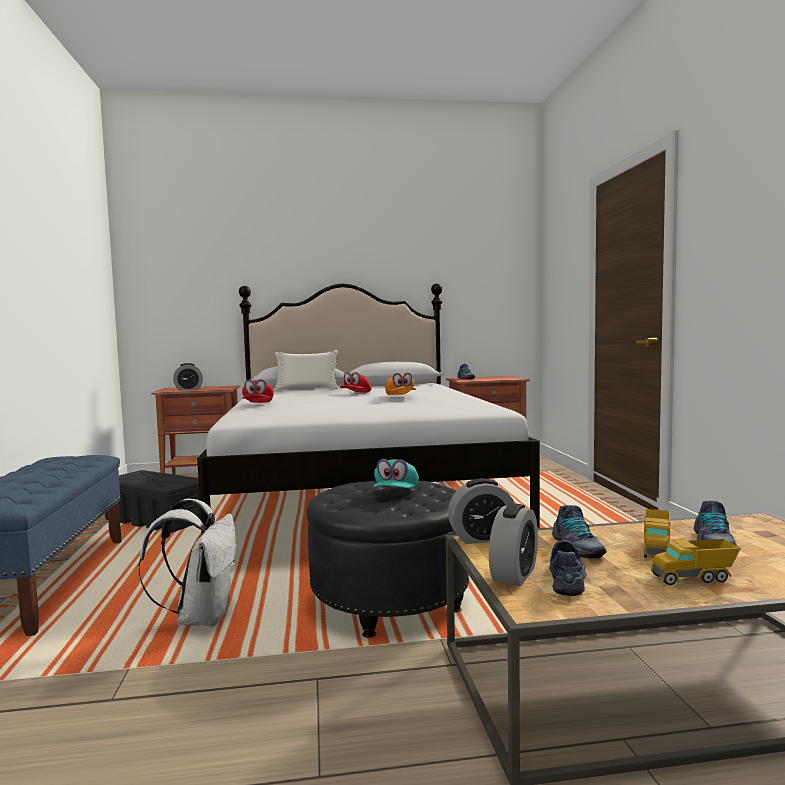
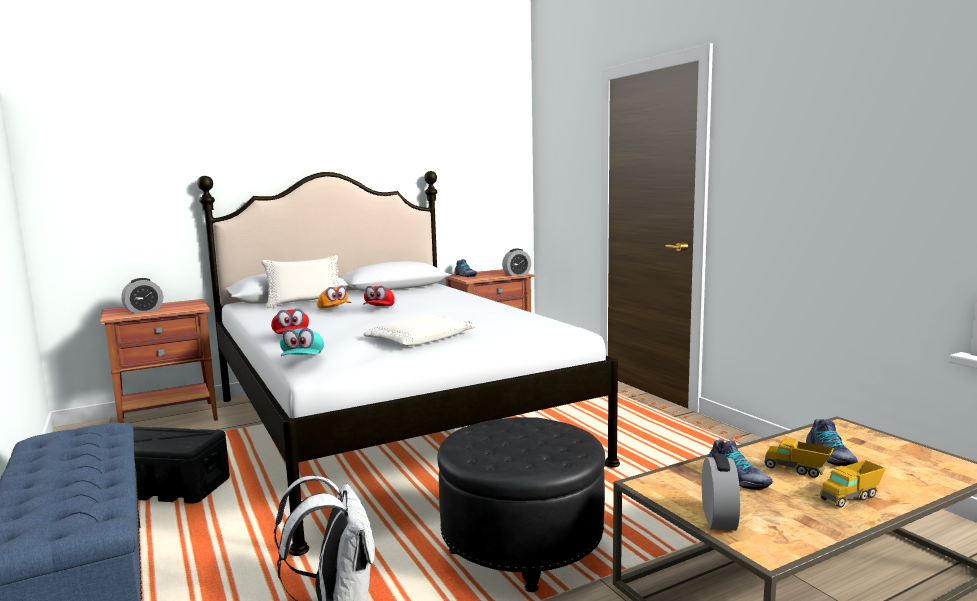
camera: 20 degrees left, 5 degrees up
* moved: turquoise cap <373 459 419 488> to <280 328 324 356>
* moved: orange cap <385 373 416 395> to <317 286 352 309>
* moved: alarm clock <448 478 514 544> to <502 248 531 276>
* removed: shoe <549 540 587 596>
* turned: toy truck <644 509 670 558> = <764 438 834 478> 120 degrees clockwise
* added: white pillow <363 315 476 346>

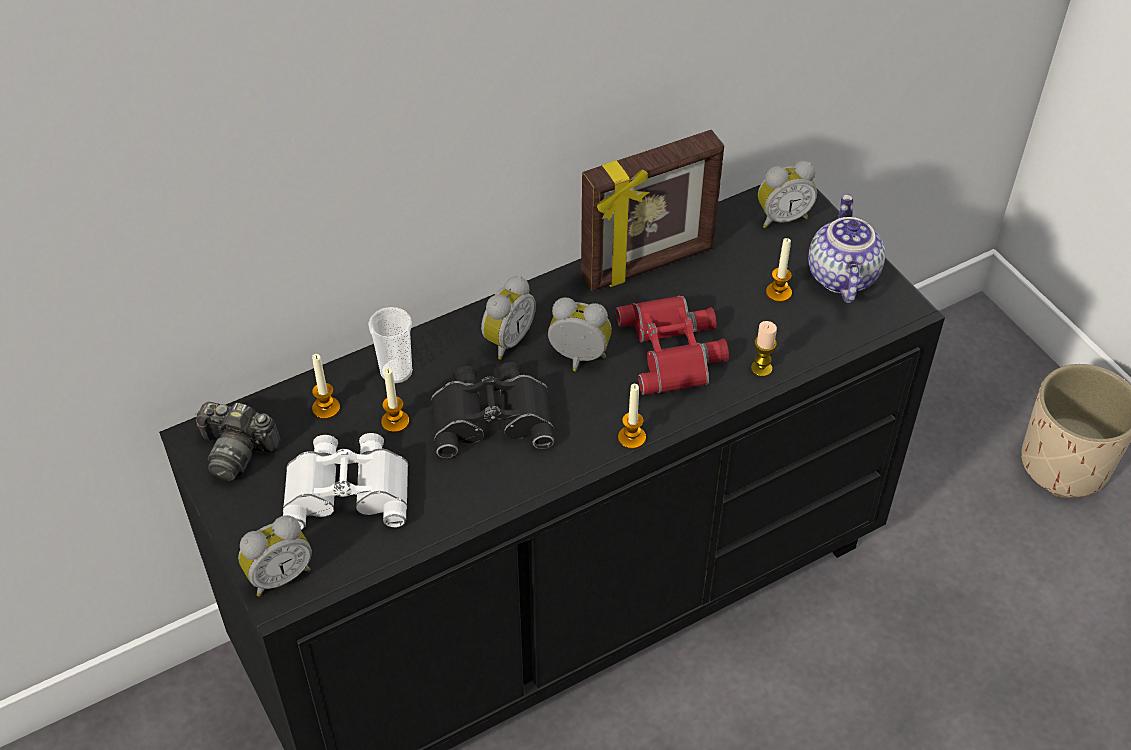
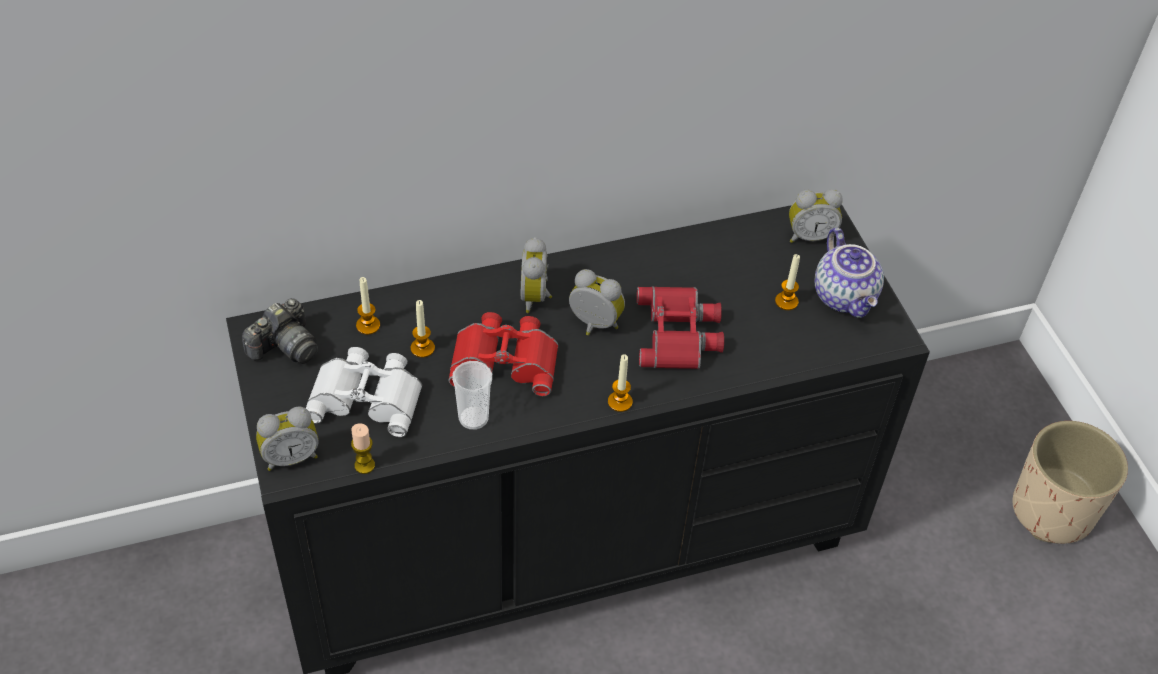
camera: 10 degrees right, 0 degrees up
* turned: photo camera <195 402 281 481> = <242 298 318 364> 75 degrees counterclockwise
* moved: cup <368 307 413 383> to <452 361 492 430>
* recoloured: black binoculars <431 362 554 458> to red binoculars <448 312 558 396>
* turned: alarm clock <481 276 536 360> = <521 237 552 313> 135 degrees clockwise
* removed: picture frame <581 130 724 291>
* moved: candle <751 321 777 377> to <351 423 375 474>
* turned: teapot <808 194 885 303> = <814 228 884 318> 150 degrees clockwise

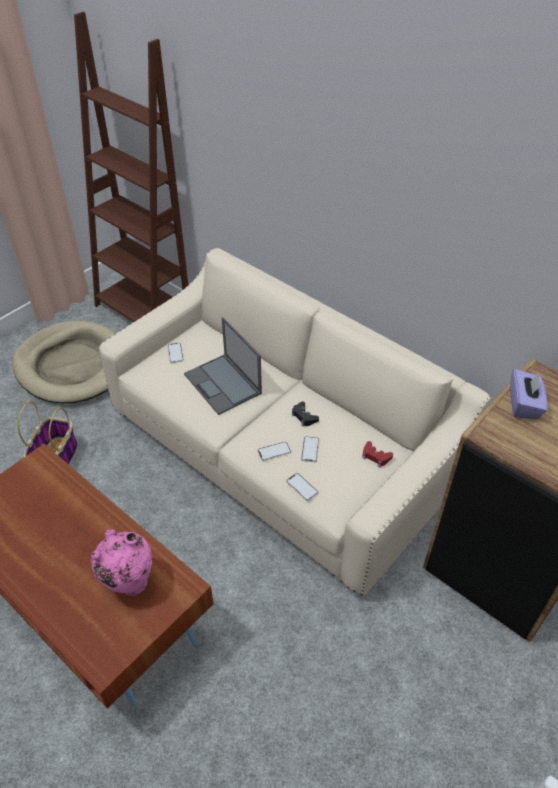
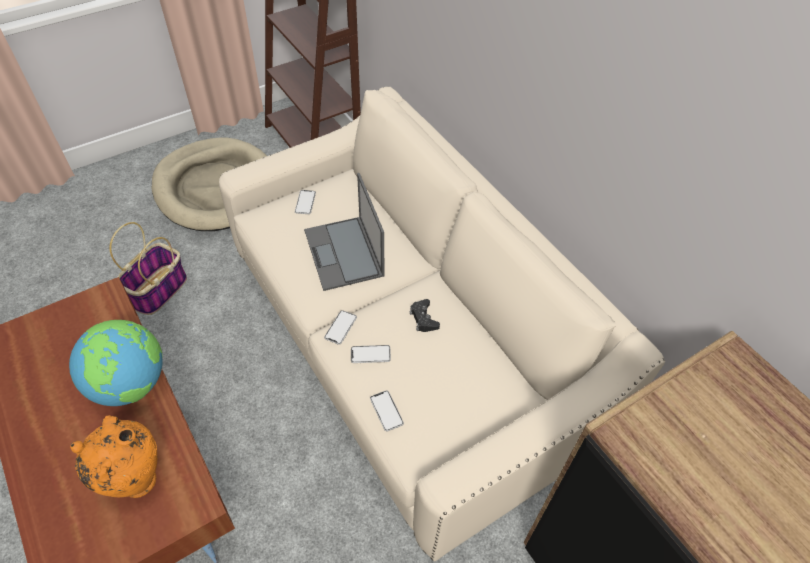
camera: 15 degrees right, 5 degrees up
* recoloured: pink vase <91 529 152 596> to orange vase <70 415 157 498>
* moved: phone <301 436 319 462> to <324 310 357 345>
* removed: red game controller <363 441 393 467>
* removed: purple tissue box <510 369 548 419>
* added: globe <69 320 163 406>

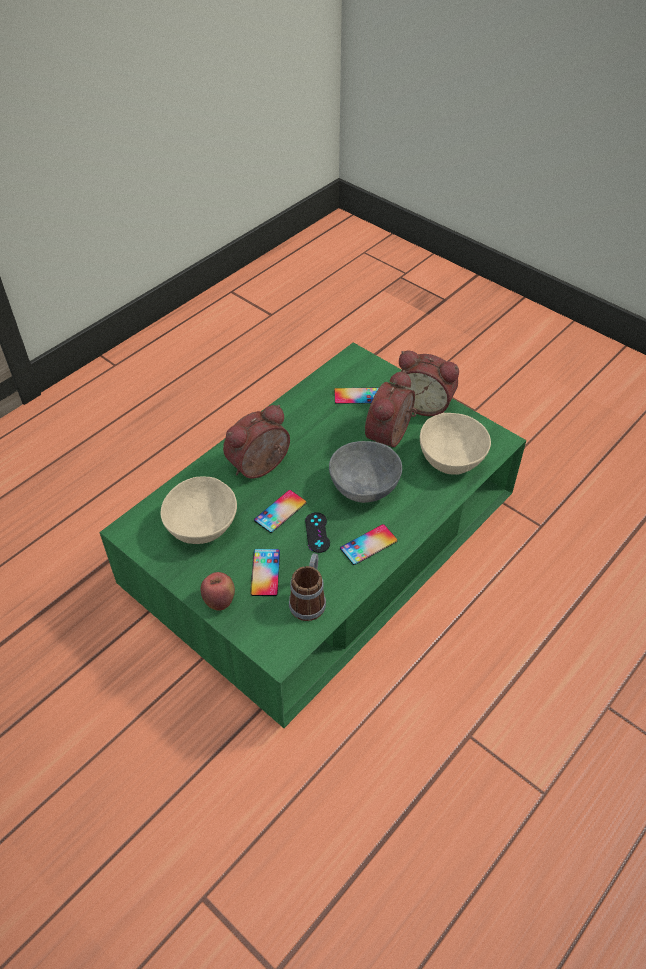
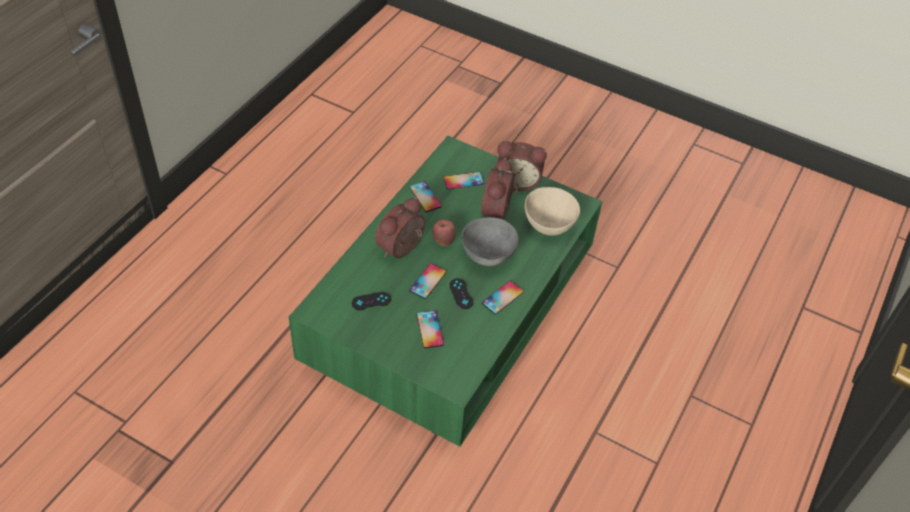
camera: 15 degrees left, 0 degrees up
* replaced: beige bowl <160 476 237 544> to black game controller <352 292 391 310>
* moved: apple <201 572 235 611> to <432 219 456 246>
* removed: mug <289 553 326 621>
* added: phone <409 181 442 212>

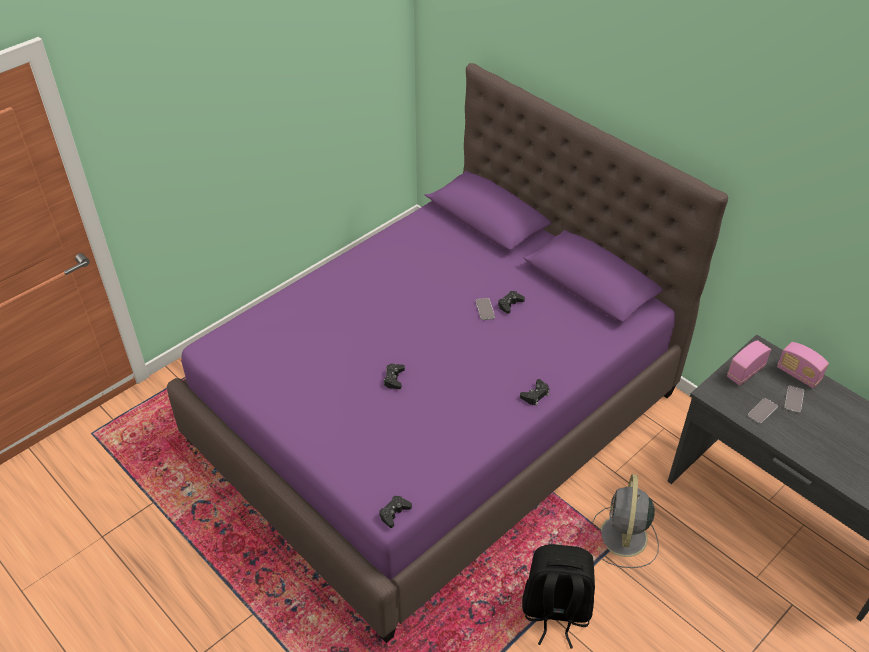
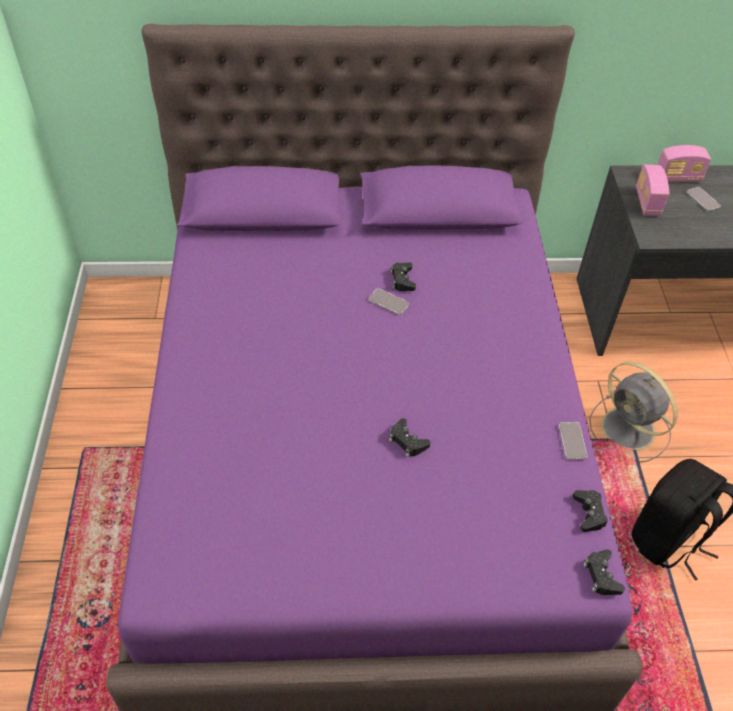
camera: 50 degrees left, 5 degrees up
* moved: black game controller <520 379 550 406> to <573 490 608 532>
* moved: phone <748 398 778 424> to <559 422 587 460>

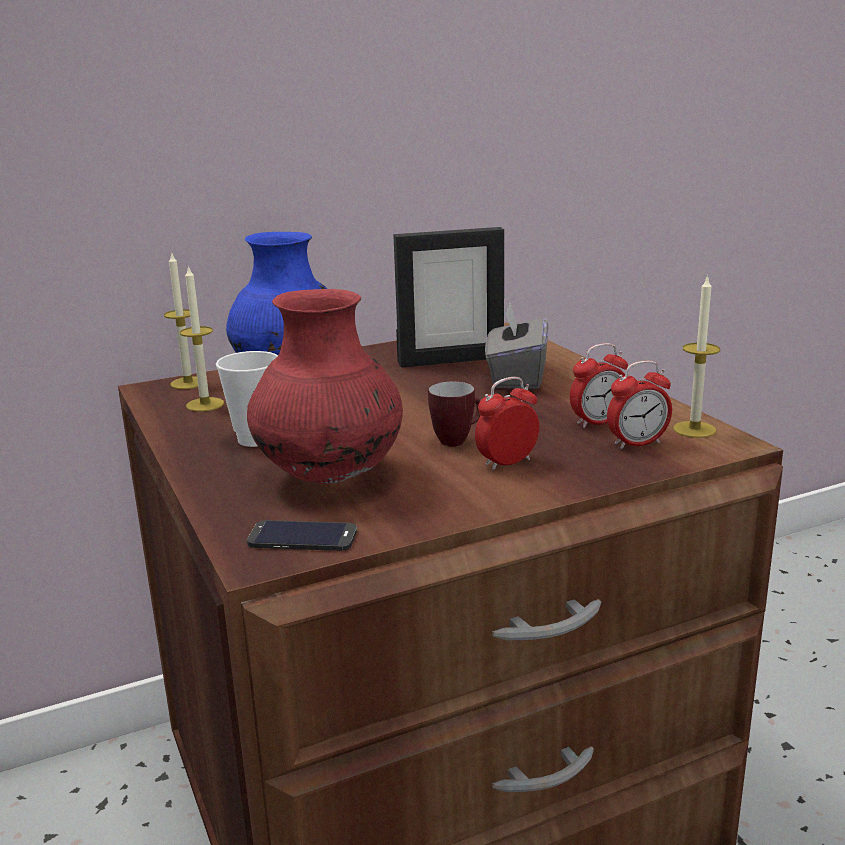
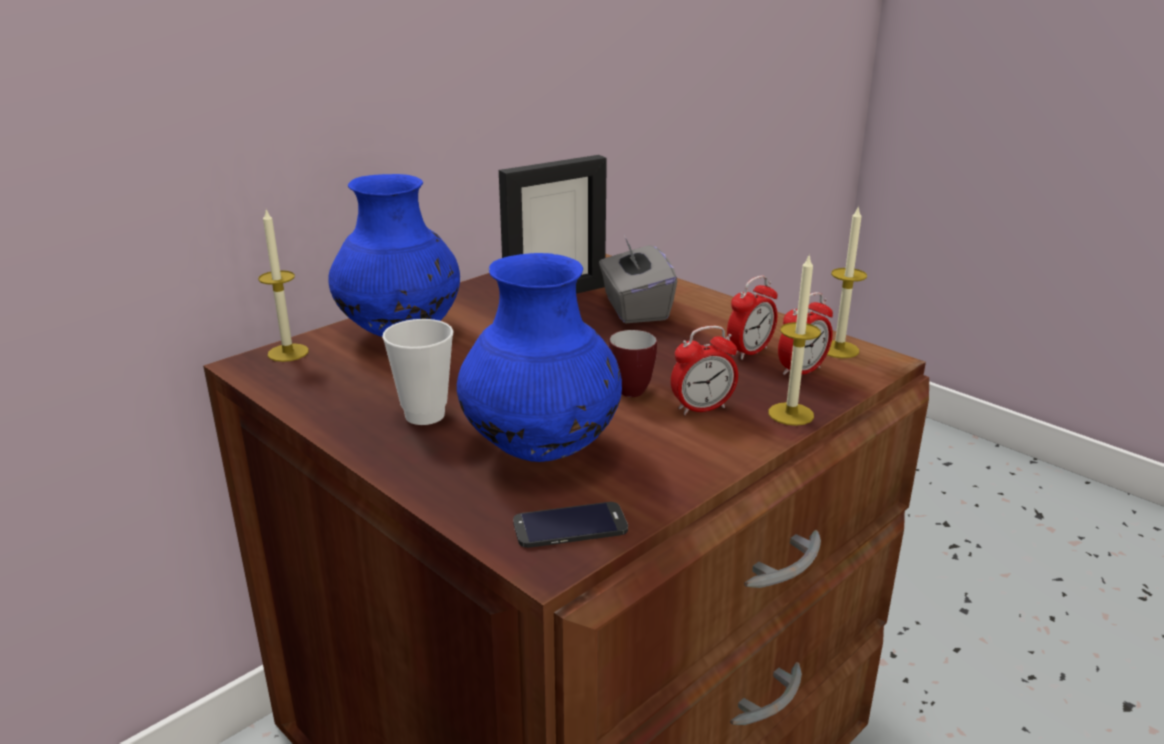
camera: 20 degrees left, 5 degrees up
* moved: candle <180 265 224 412> to <769 253 821 426>
* recoloured: red vase <247 289 403 484> to blue vase <457 253 622 462>
* turned: alarm clock <475 377 539 470> = <671 326 738 415> 150 degrees counterclockwise

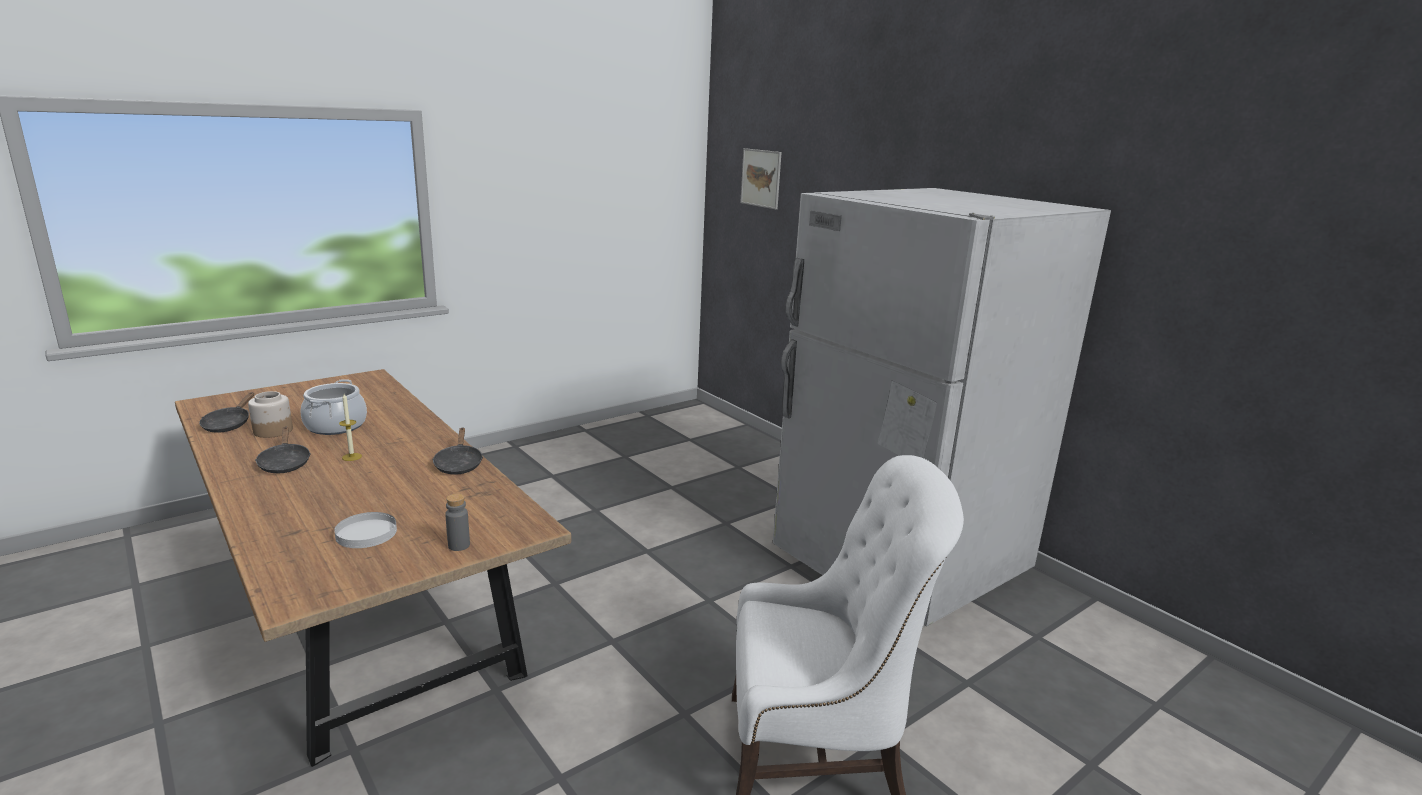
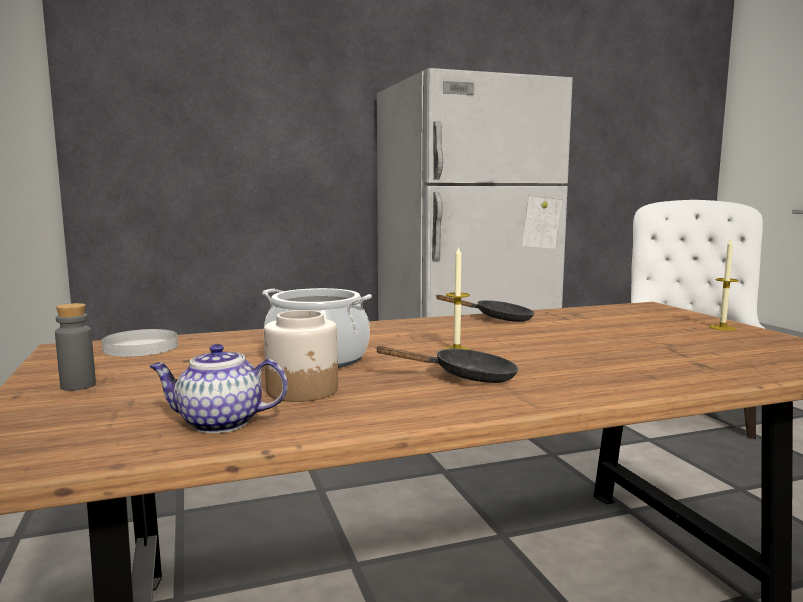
camera: 70 degrees left, 10 degrees down
* replaced: black frying pan <199 392 254 433> to teapot <149 344 288 433>
* moved: white plate <334 512 397 548> to <101 329 178 357>
* moved: grey bottle <445 494 470 551> to <55 303 96 391>
* removed: picture <740 148 782 209>
* added: candle <709 239 739 331>

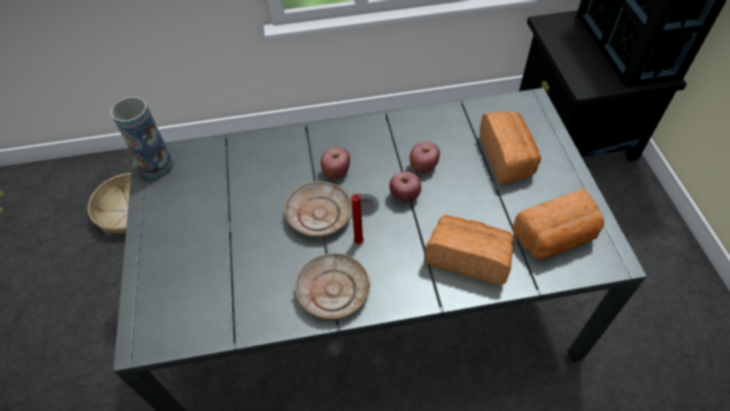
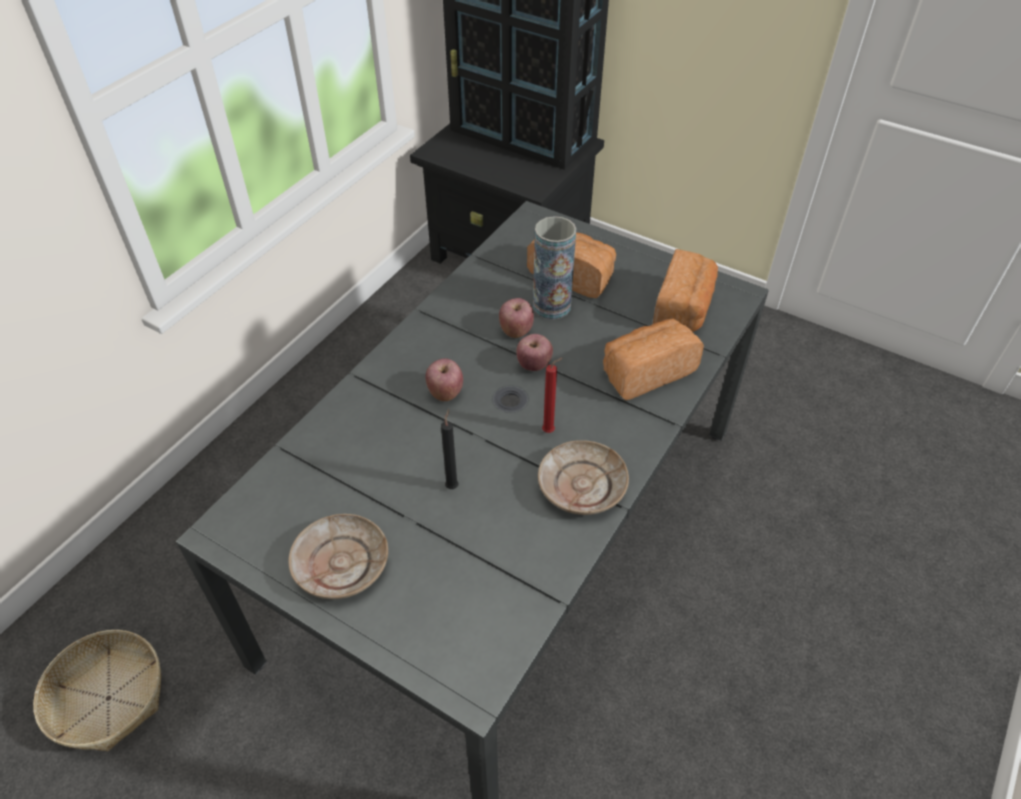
camera: 50 degrees left, 5 degrees down
* moved: vase <111 97 173 179> to <533 216 576 319>
* moved: beige plate <285 181 352 237> to <289 514 388 599>
* added: black candle <441 409 459 489>

